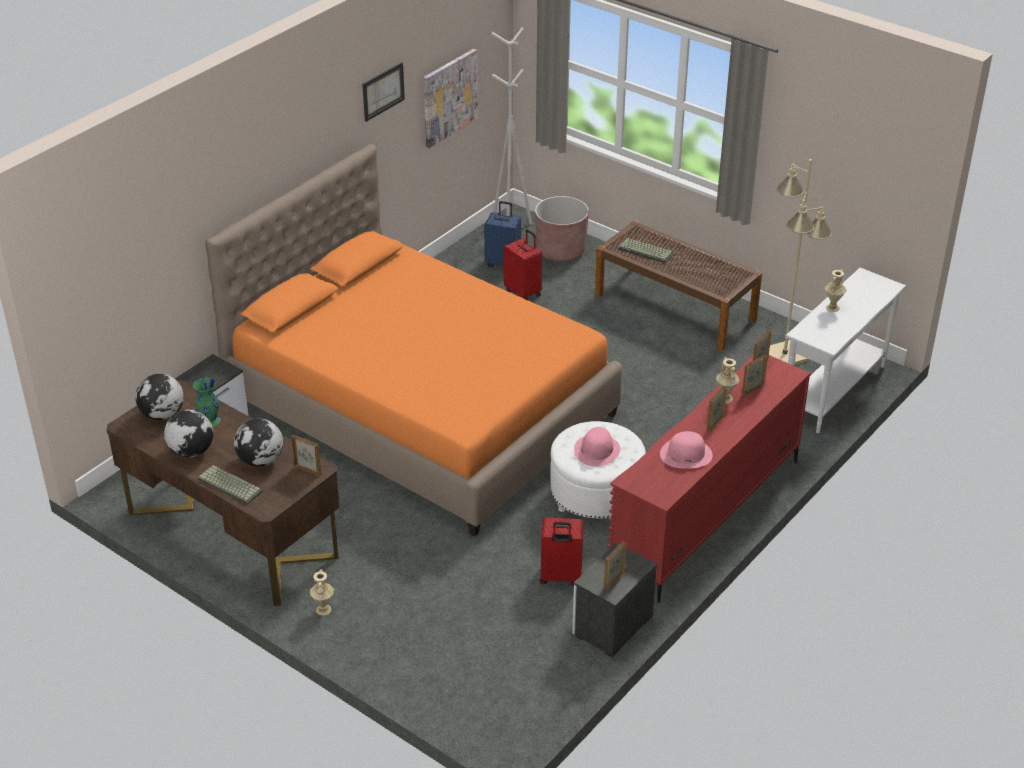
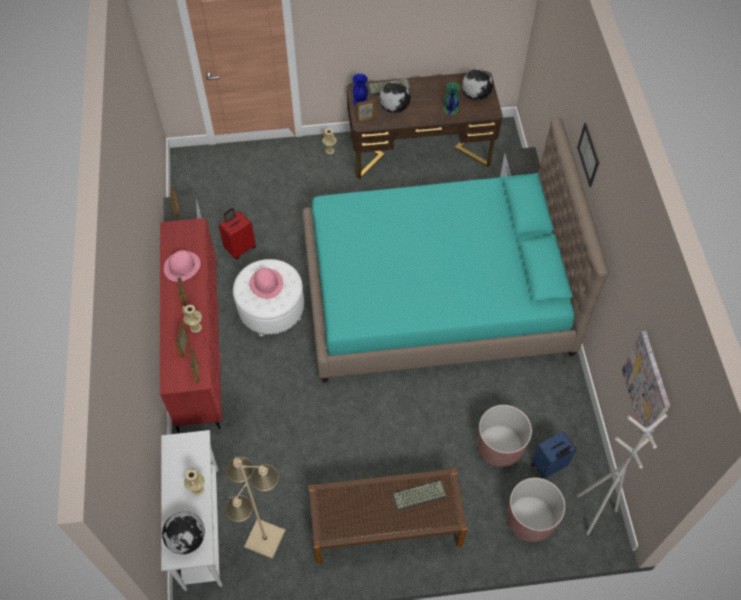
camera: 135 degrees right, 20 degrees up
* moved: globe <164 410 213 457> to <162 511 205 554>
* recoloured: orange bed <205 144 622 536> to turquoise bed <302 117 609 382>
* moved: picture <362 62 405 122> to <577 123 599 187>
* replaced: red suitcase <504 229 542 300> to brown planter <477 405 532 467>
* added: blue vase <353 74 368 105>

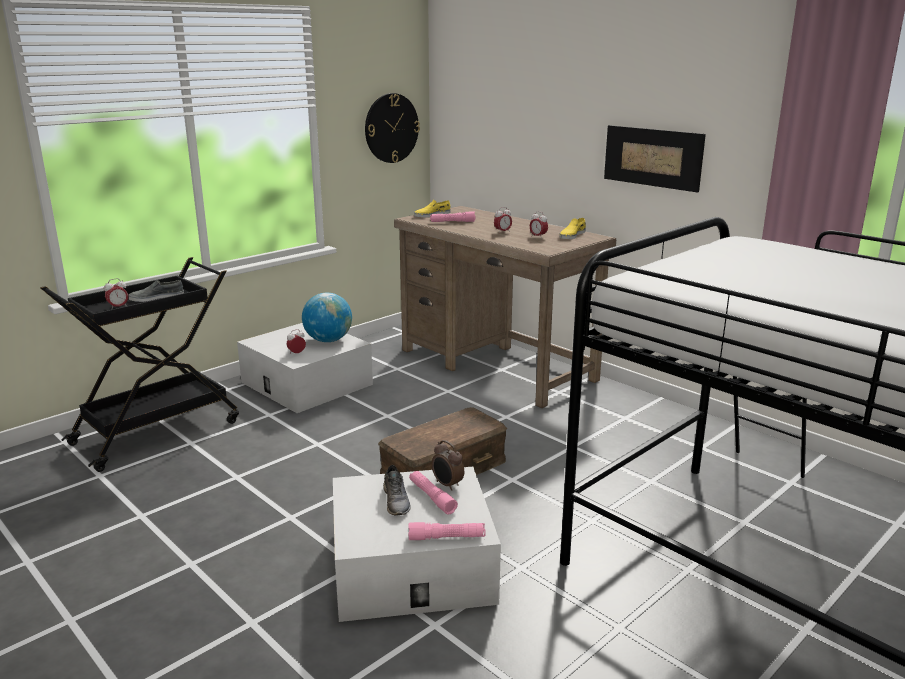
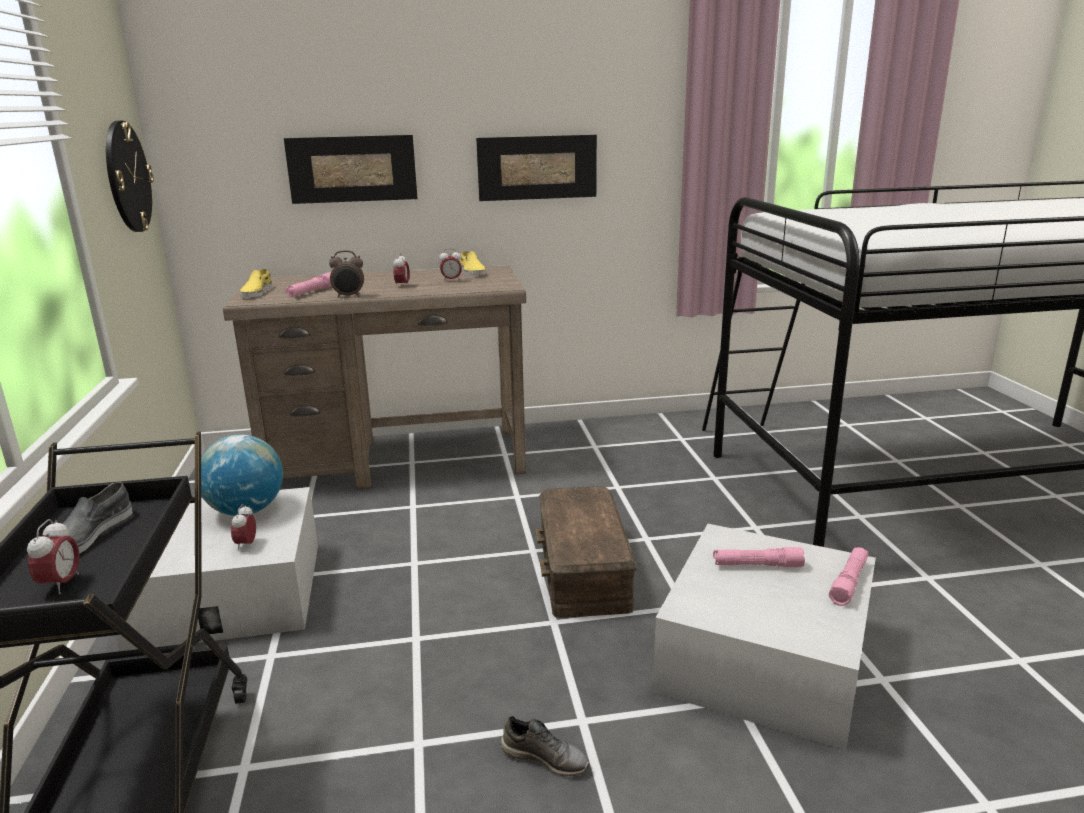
camera: 55 degrees left, 0 degrees up
* moved: grey shoe <383 465 411 515> to <501 716 589 776>
* moved: alarm clock <432 440 464 491> to <329 250 364 298>
* added: picture <284 135 418 204>

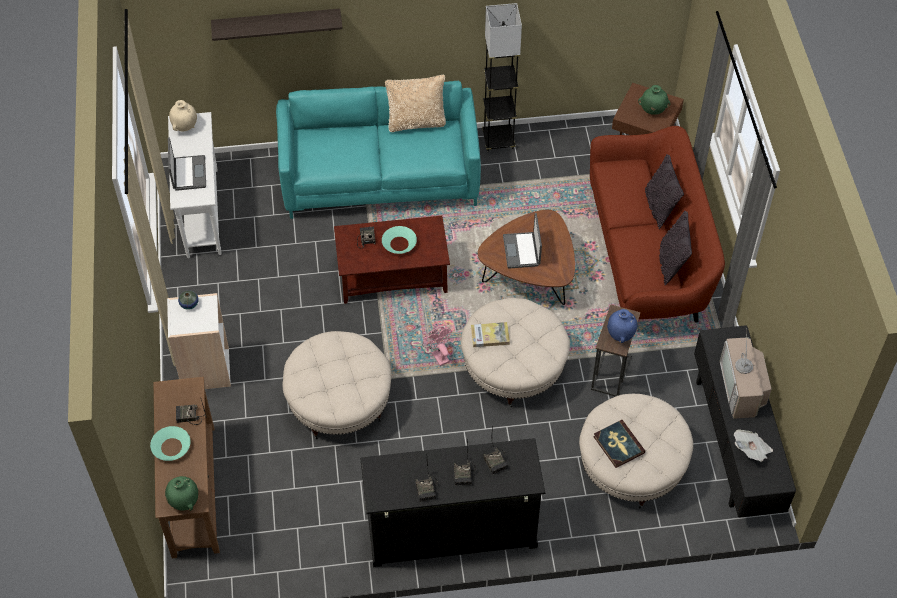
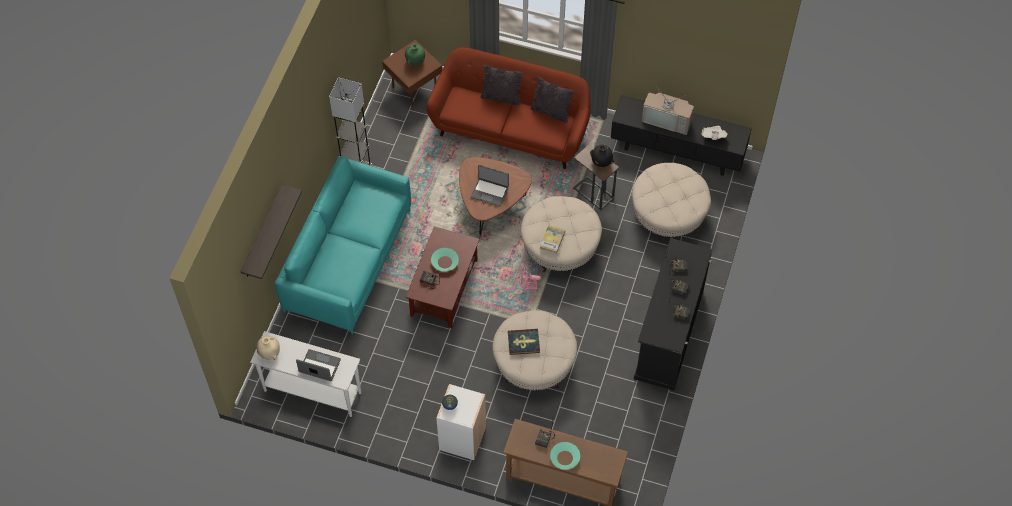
camera: 65 degrees left, 5 degrees up
* removed: green vase <165 476 198 511>
* removed: beige pillow <385 75 446 132>
* moved: book <594 420 645 468> to <508 329 540 355>
* recoloured: blue vase <607 309 637 343> to black vase <590 144 614 167>

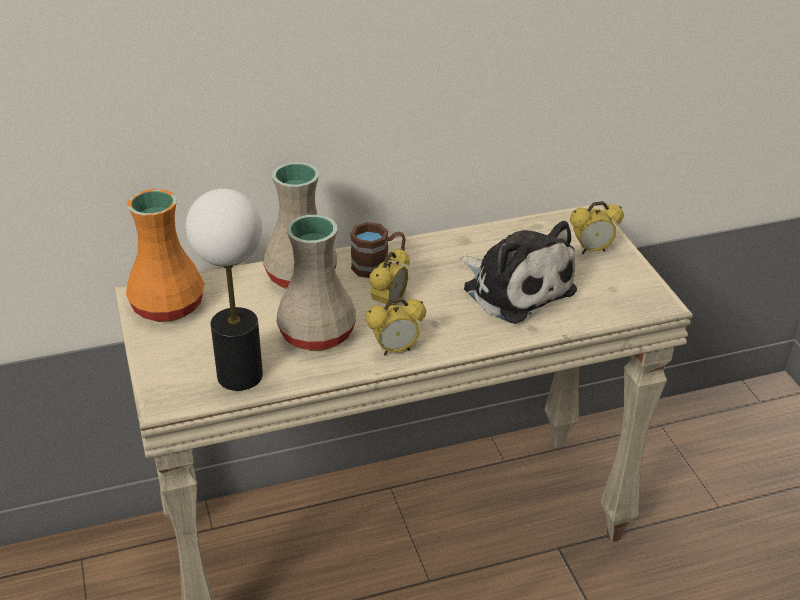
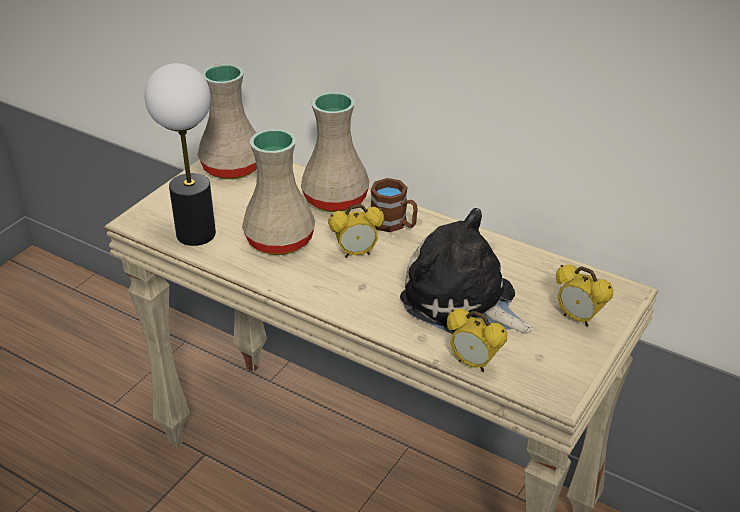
camera: 50 degrees right, 0 degrees up
* recoloured: orange vase <126 189 205 322> to beige vase <197 64 257 179>
* moved: alarm clock <365 298 426 356> to <447 309 507 372>
* turned: plush toy <459 221 577 324> = <400 208 534 334> 120 degrees clockwise

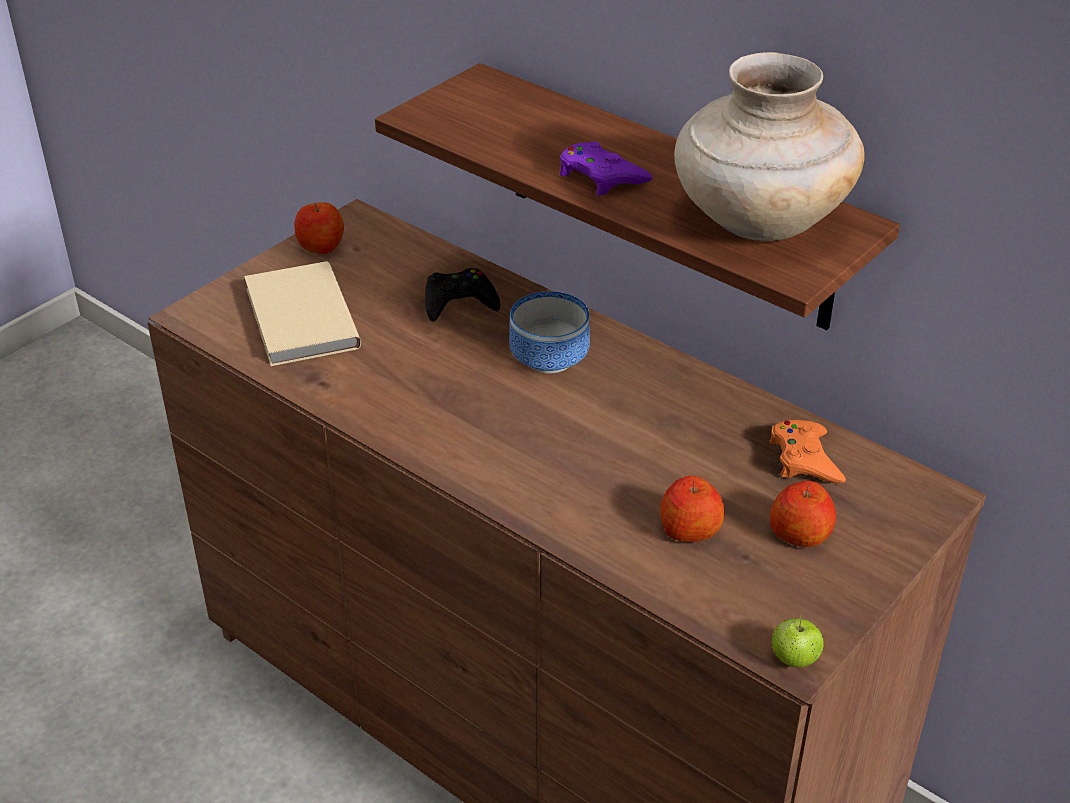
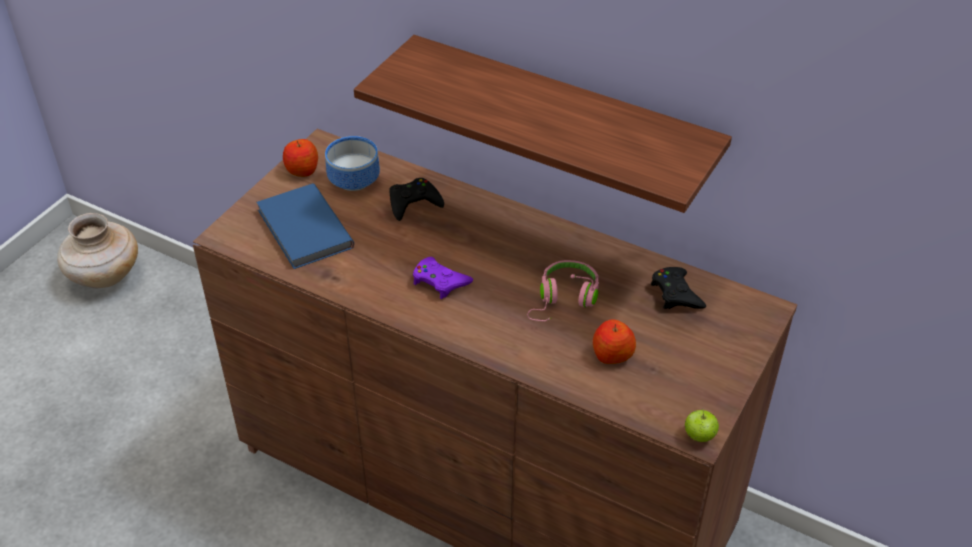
camera: 10 degrees left, 5 degrees up
* recoloured: beige book <244 261 361 366> to blue book <256 183 354 269>
* moved: bowl <509 291 590 374> to <325 136 380 191>
* moved: purple game controller <560 141 653 196> to <413 257 473 299>
* moved: beige vase <674 52 865 241> to <57 213 138 288>
* recoloured: orange game controller <769 420 846 483> to black game controller <651 267 706 309>
* removed: apple <770 481 836 547>
* added: pink headphones <527 260 599 321>

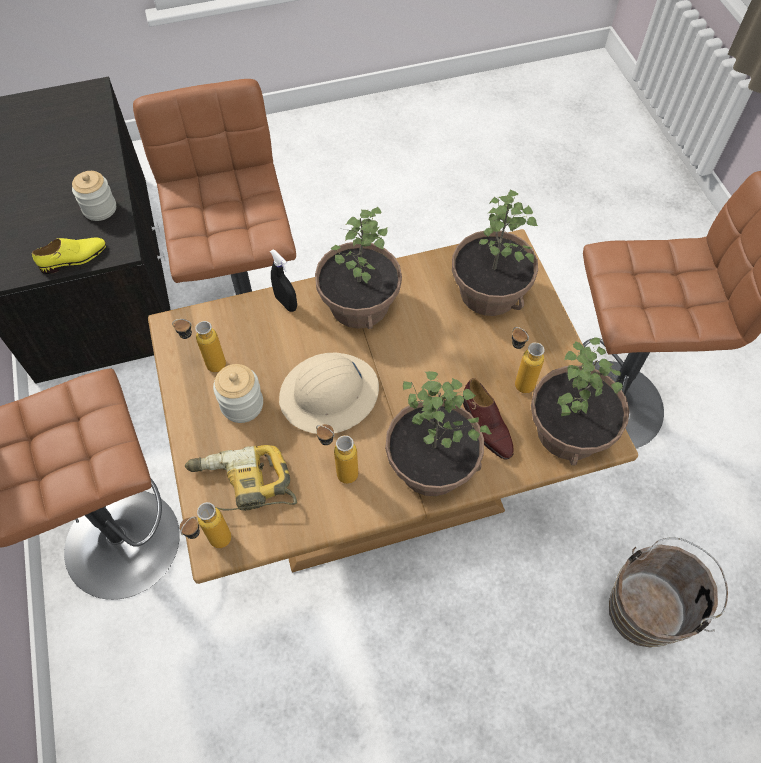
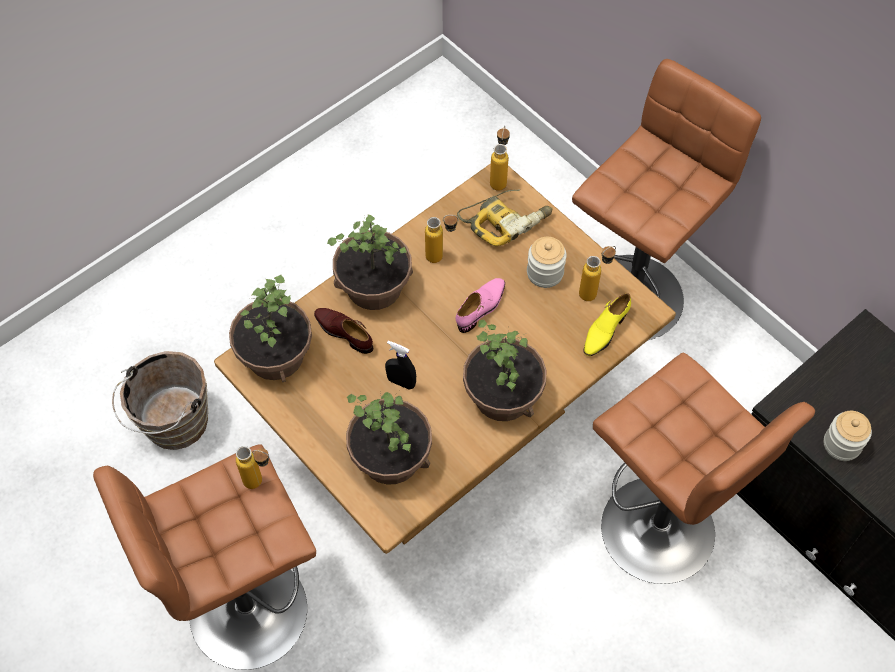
camera: 155 degrees right, 0 degrees up
* moved: yellow shoe <32 238 106 274> to <583 293 631 356>
* moved: black spray bottle <270 249 297 312> to <385 341 416 390>
* replaced: beige hard hat <279 352 379 434> to pink shoe <456 278 505 333>
* moved: bottle <512 327 545 393> to <236 446 270 489>

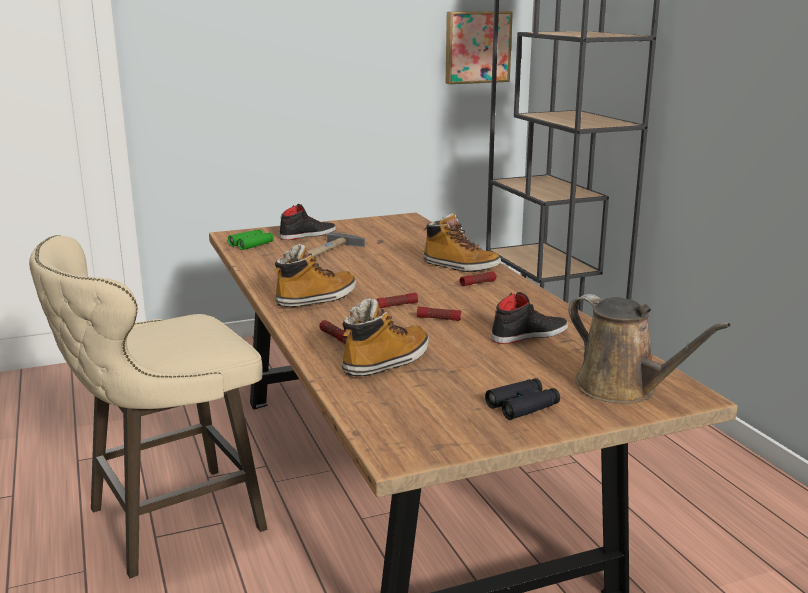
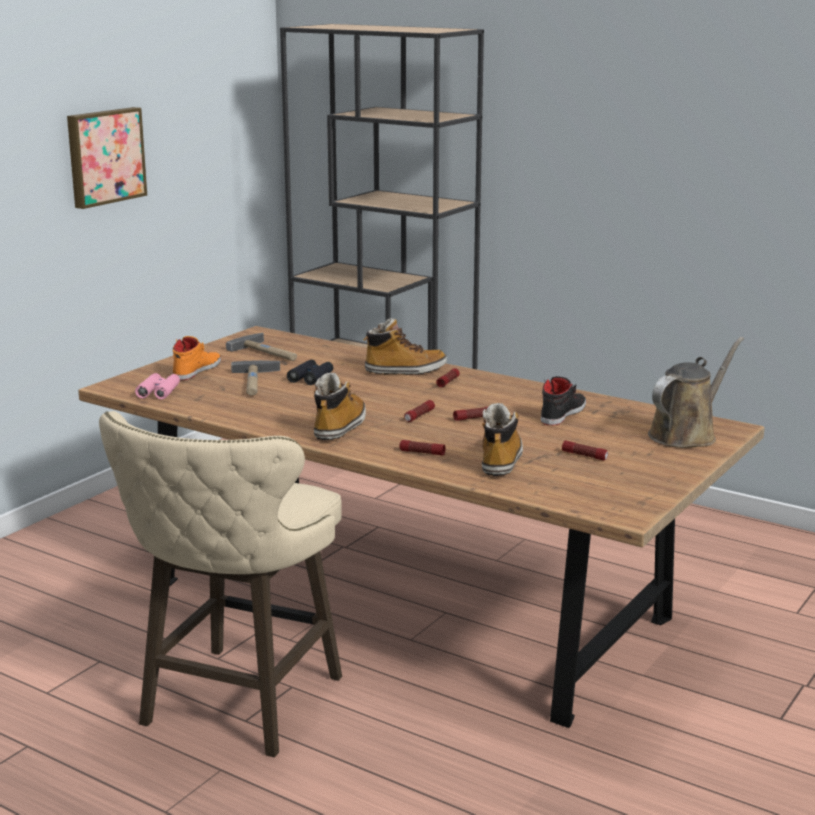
camera: 35 degrees left, 0 degrees up
* recoloured: green binoculars <228 229 274 250> to pink binoculars <135 373 180 399>
* recoloured: black shoe <279 204 336 240> to orange shoe <173 336 221 380>
* moved: picture <446 11 513 84> to <67 107 147 209>
* moved: black binoculars <485 378 560 420> to <287 360 333 385>
* turned: brown watering can <569 294 731 404> = <648 337 744 448> 60 degrees counterclockwise
* added: hammer <226 333 297 361>
* added: flashlight <562 440 608 461>

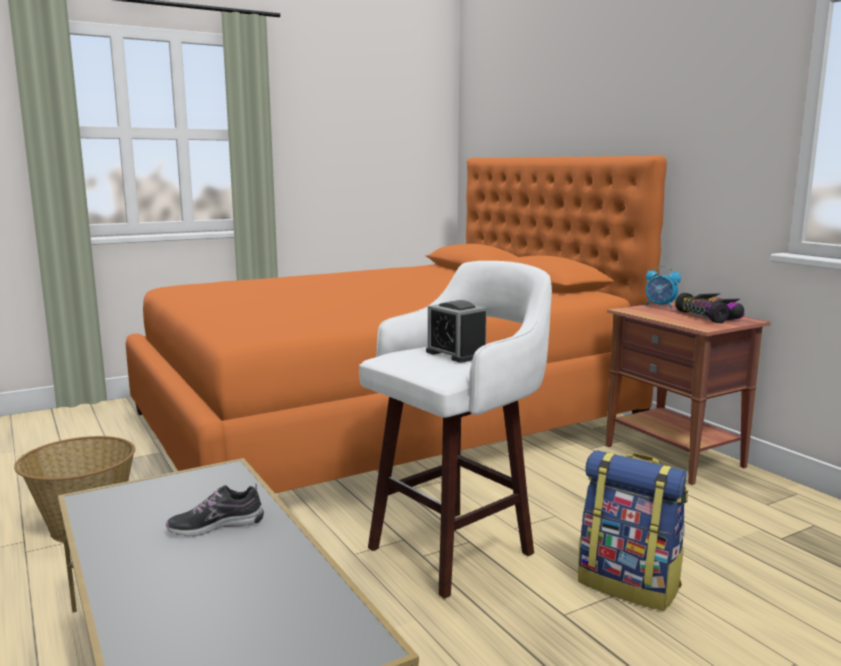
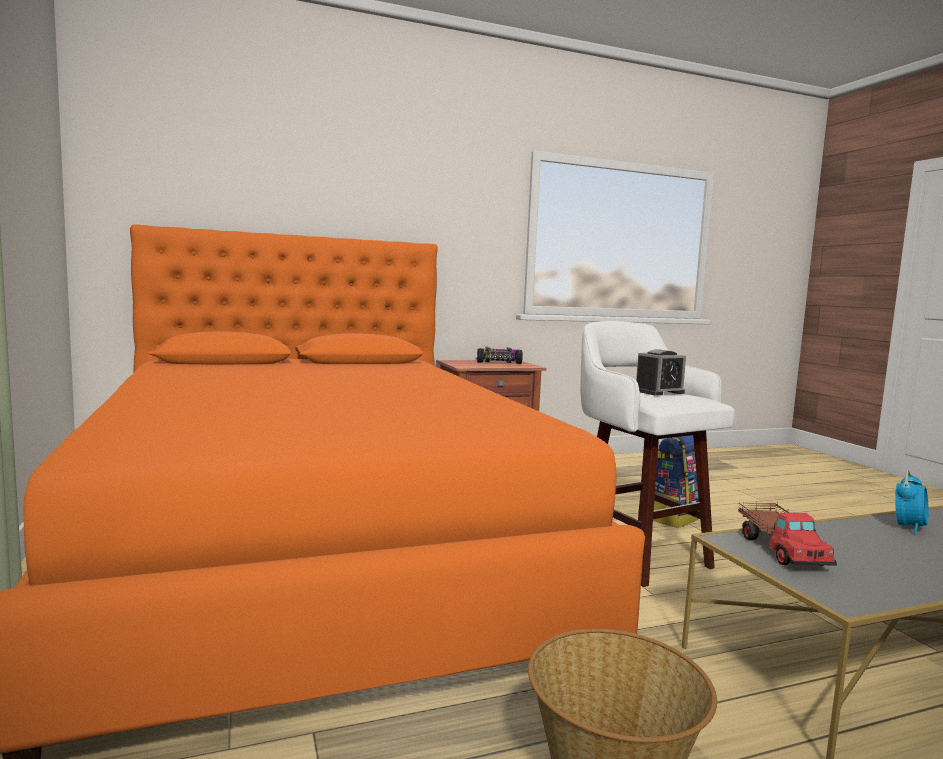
camera: 80 degrees left, 5 degrees down
* removed: shoe <166 483 264 536>
* moved: alarm clock <645 265 681 308> to <895 470 929 534>
* added: toy truck <738 501 837 566>

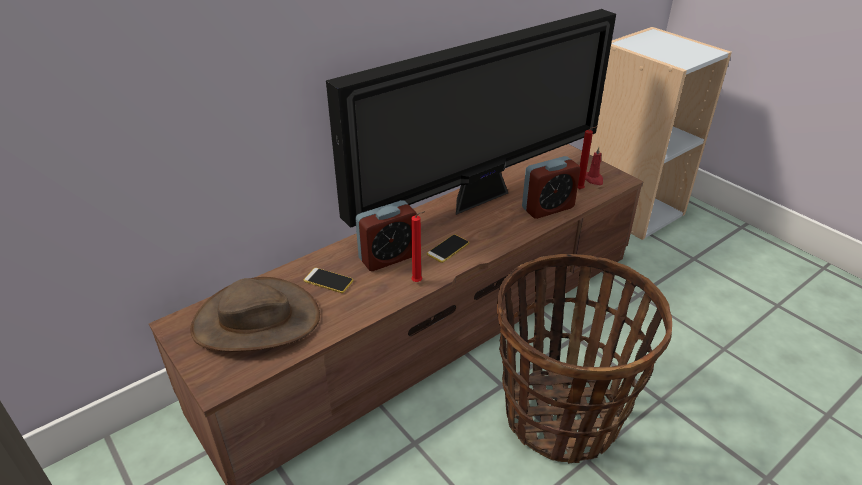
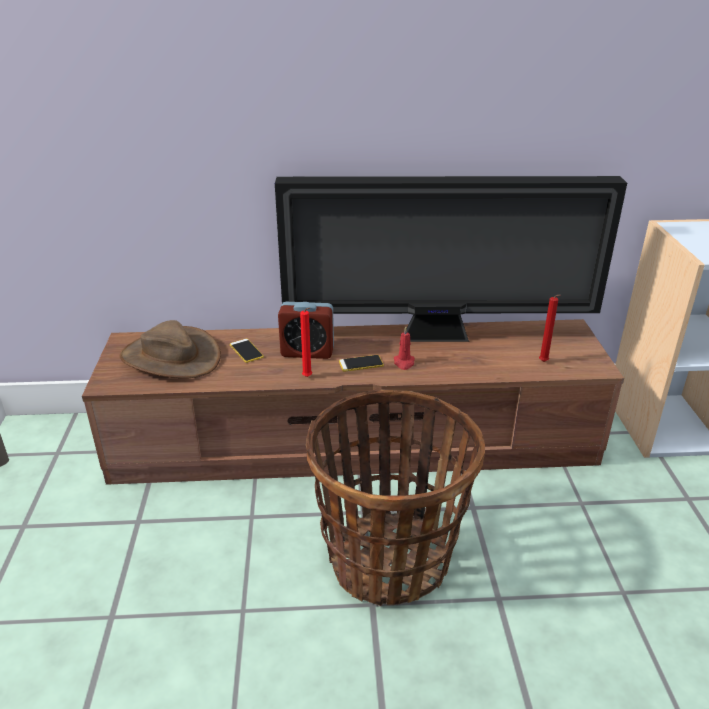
camera: 35 degrees right, 5 degrees down
* removed: alarm clock <522 156 581 219>
* moved: red candle <585 147 603 185> to <394 326 415 370>

